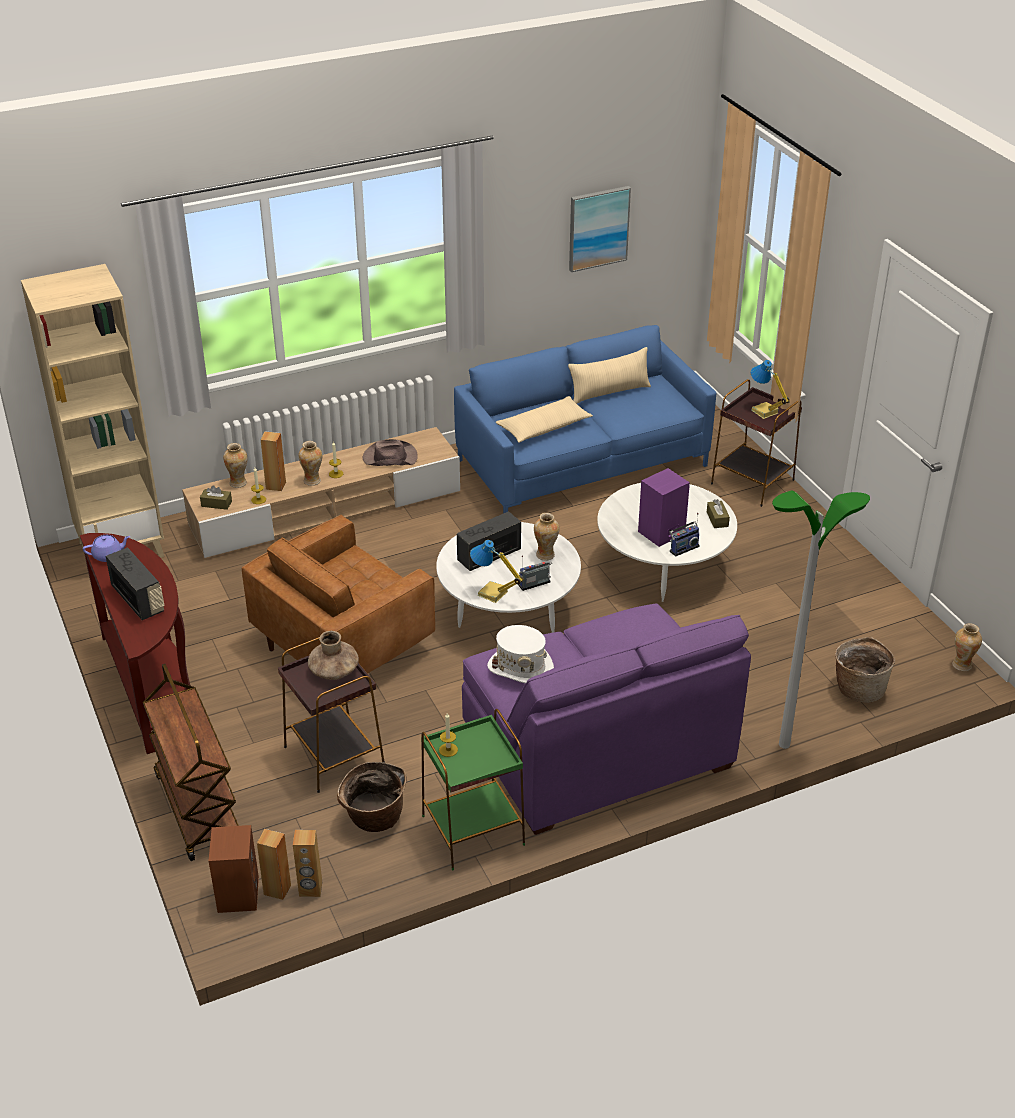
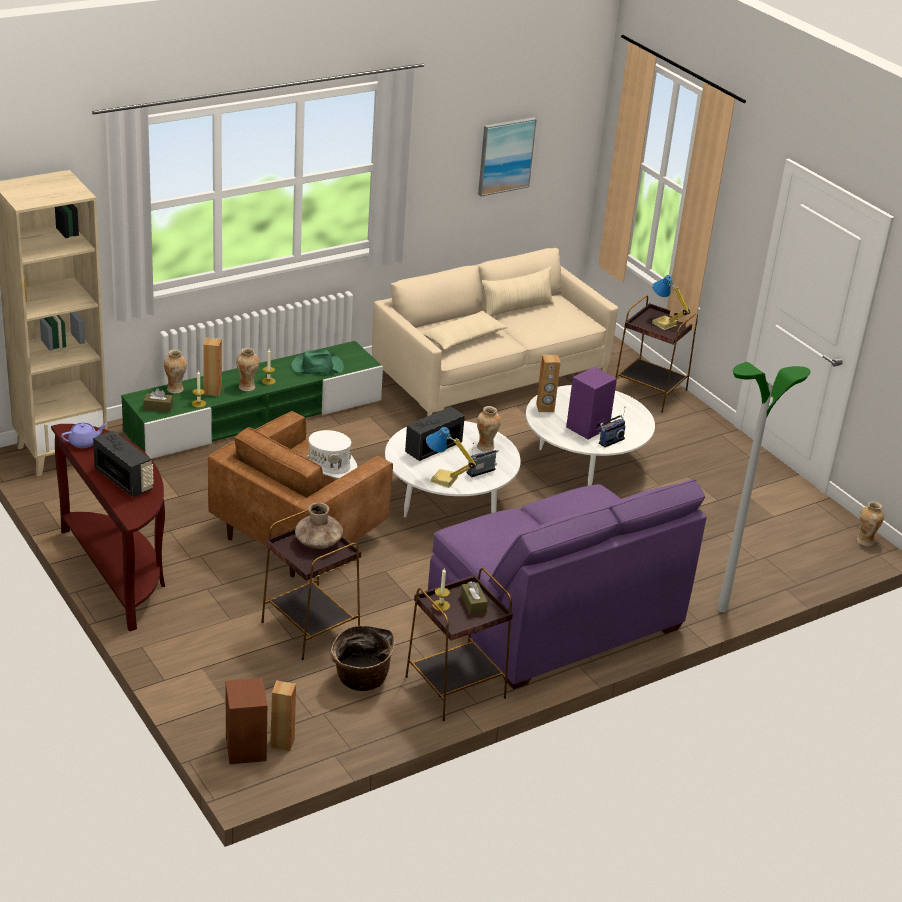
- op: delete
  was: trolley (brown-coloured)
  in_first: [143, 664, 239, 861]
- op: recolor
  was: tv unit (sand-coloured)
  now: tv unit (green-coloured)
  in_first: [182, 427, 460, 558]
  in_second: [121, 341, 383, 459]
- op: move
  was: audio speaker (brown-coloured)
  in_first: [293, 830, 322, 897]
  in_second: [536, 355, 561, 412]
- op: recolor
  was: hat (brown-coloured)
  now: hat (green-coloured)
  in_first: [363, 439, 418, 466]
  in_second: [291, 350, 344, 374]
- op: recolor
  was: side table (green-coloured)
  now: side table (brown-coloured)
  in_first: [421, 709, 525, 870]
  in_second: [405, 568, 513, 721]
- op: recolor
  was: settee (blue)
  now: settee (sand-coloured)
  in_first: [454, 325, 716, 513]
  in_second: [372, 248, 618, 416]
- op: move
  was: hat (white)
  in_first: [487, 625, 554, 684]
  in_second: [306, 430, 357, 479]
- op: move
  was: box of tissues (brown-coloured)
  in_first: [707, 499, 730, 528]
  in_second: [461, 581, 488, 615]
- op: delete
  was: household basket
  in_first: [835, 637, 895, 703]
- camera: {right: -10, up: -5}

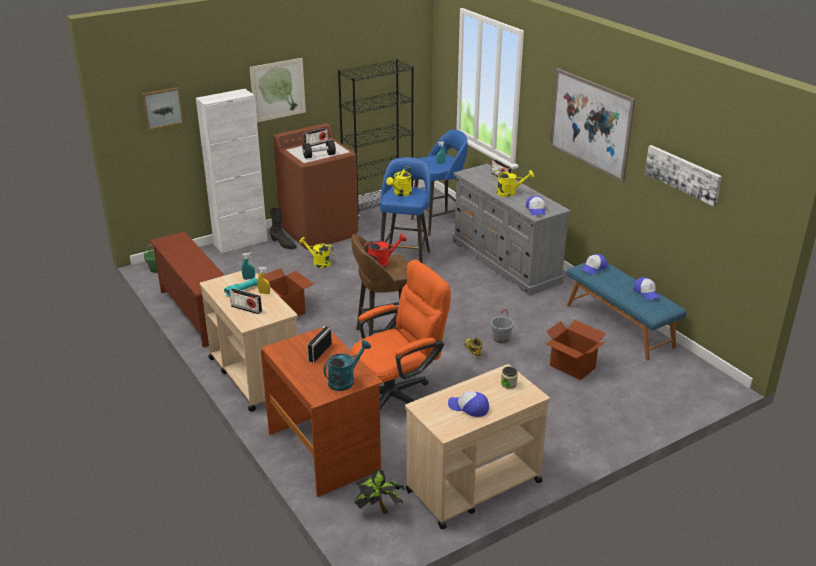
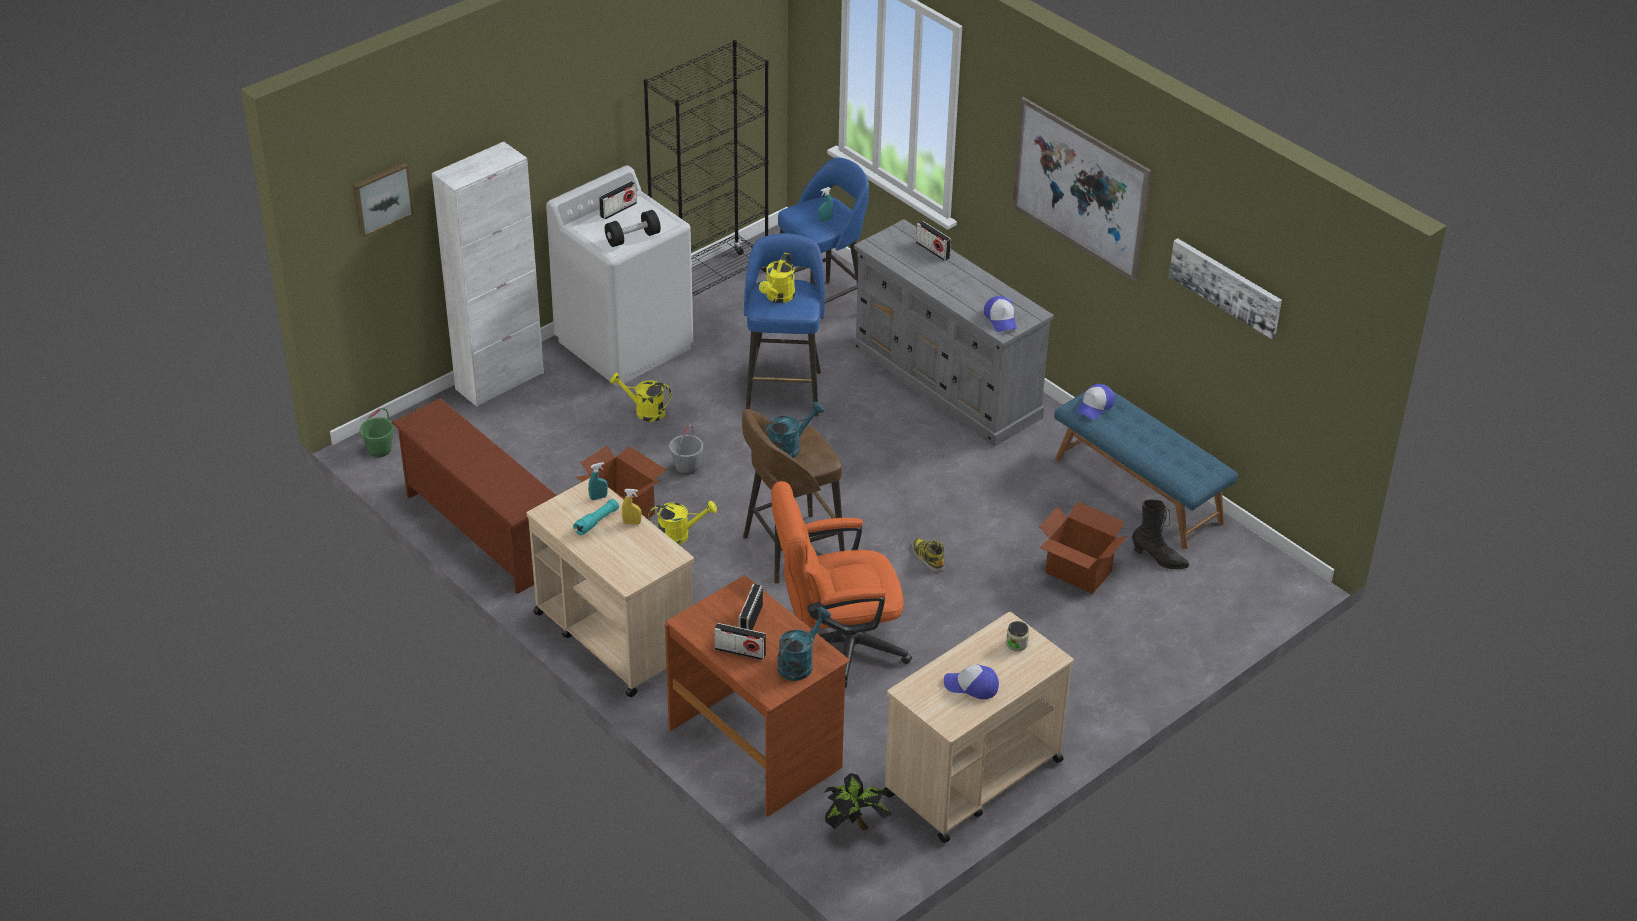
- op: move
  was: radio receiver
  in_first: [230, 288, 262, 314]
  in_second: [714, 623, 766, 660]
- op: delete
  was: picture
  in_first: [250, 58, 306, 122]
- op: move
  was: high-top boot (black)
  in_first: [269, 208, 297, 249]
  in_second: [1132, 500, 1189, 569]
- op: recolor
  was: laundry machine (brown-coloured)
  now: laundry machine (white)
  in_first: [273, 123, 358, 250]
  in_second: [546, 165, 693, 386]
- op: rotate
  was: computer chair (orange-coloured)
  in_first: [352, 260, 451, 410]
  in_second: [771, 481, 912, 688]
  clockwise: -150
- op: recolor
  was: sprinkling can (red)
  now: sprinkling can (turquoise)
  in_first: [363, 234, 407, 269]
  in_second: [763, 402, 824, 458]
- op: move
  was: bucket (grey)
  in_first: [491, 309, 514, 343]
  in_second: [669, 425, 703, 475]
- op: move
  was: sprinkling can (yellowish)
  in_first: [493, 170, 534, 197]
  in_second: [648, 501, 717, 545]
- op: delete
  was: peaked cap
  in_first: [633, 277, 660, 300]
- camera: {right: -10, up: 10}

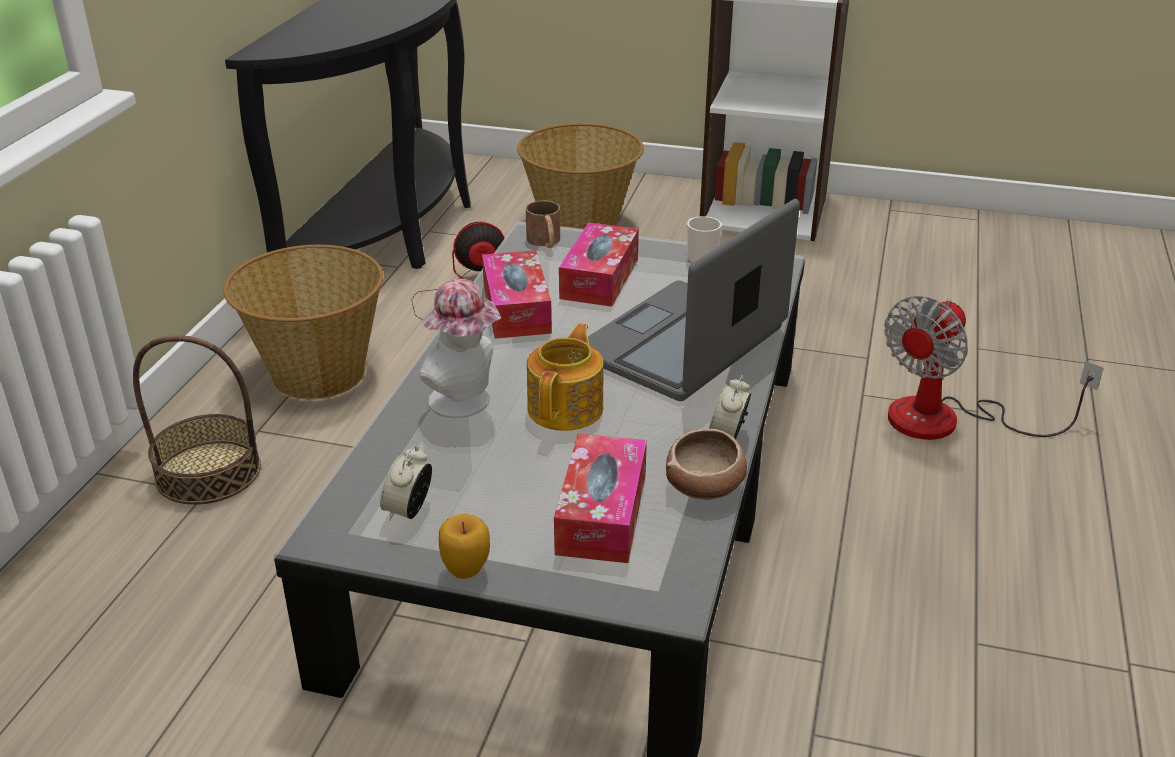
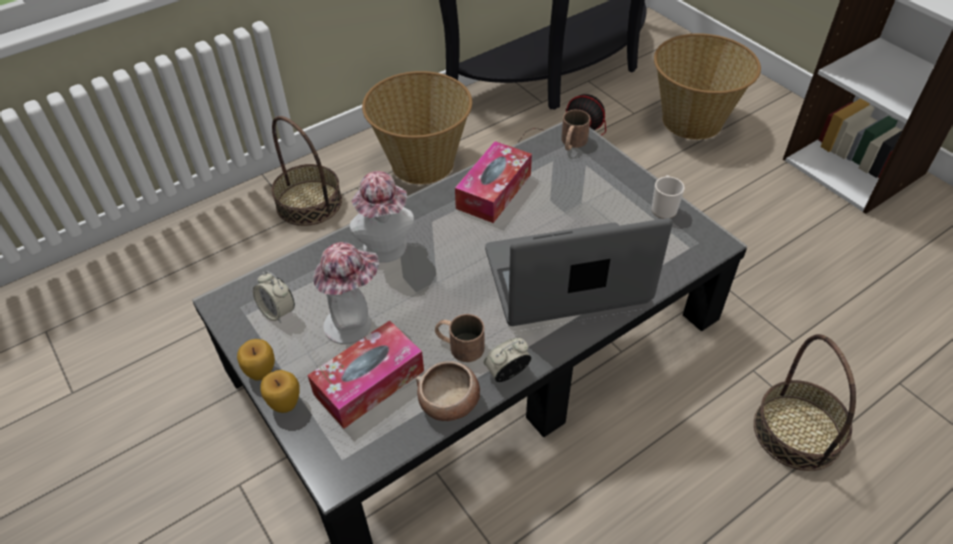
- op: rotate
  was: alarm clock
  in_first: [380, 445, 432, 521]
  in_second: [253, 271, 295, 323]
  clockwise: -105
- op: delete
  was: teapot
  in_first: [527, 323, 604, 431]
- op: delete
  was: box of tissues
  in_first: [559, 222, 639, 307]
- op: replace
  was: electric fan
  now: household basket
  in_first: [884, 296, 1104, 440]
  in_second: [754, 334, 856, 471]
- op: insert
  now: apple
  in_second: [260, 370, 300, 413]
- op: insert
  now: hat
  in_second: [313, 242, 379, 344]
- op: insert
  now: mug (brown-coloured)
  in_second: [435, 314, 485, 362]
- camera: {right: 40, up: 15}

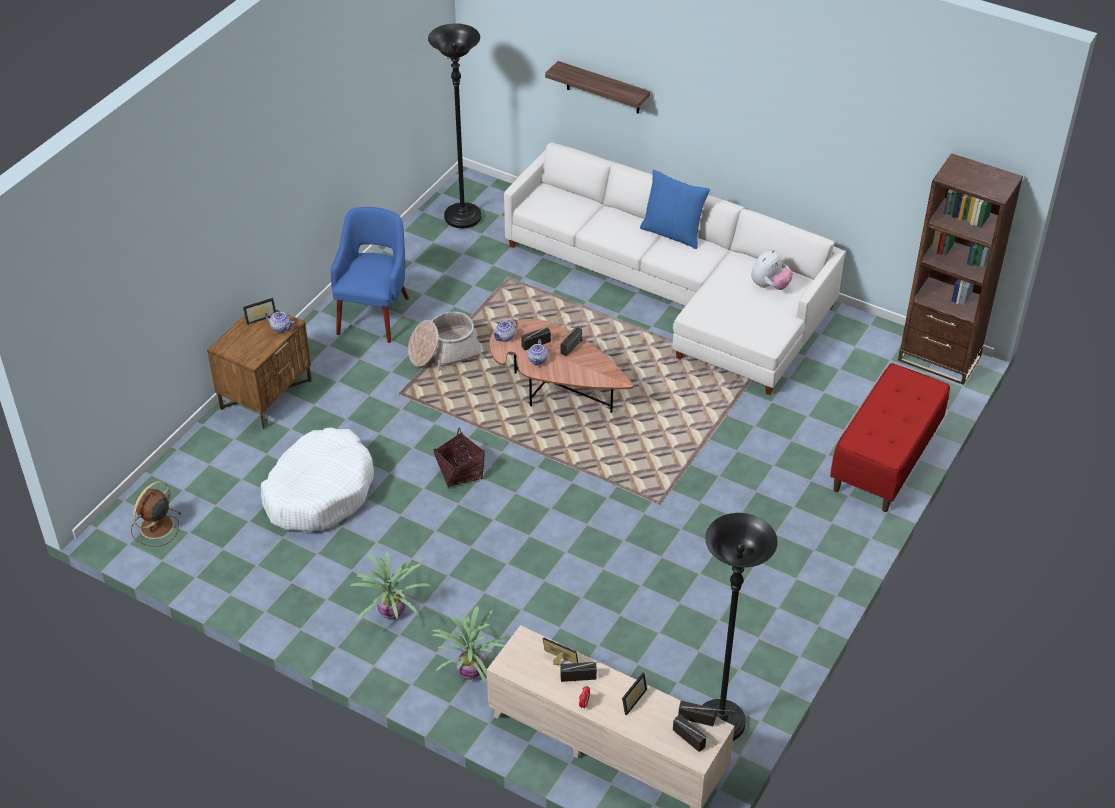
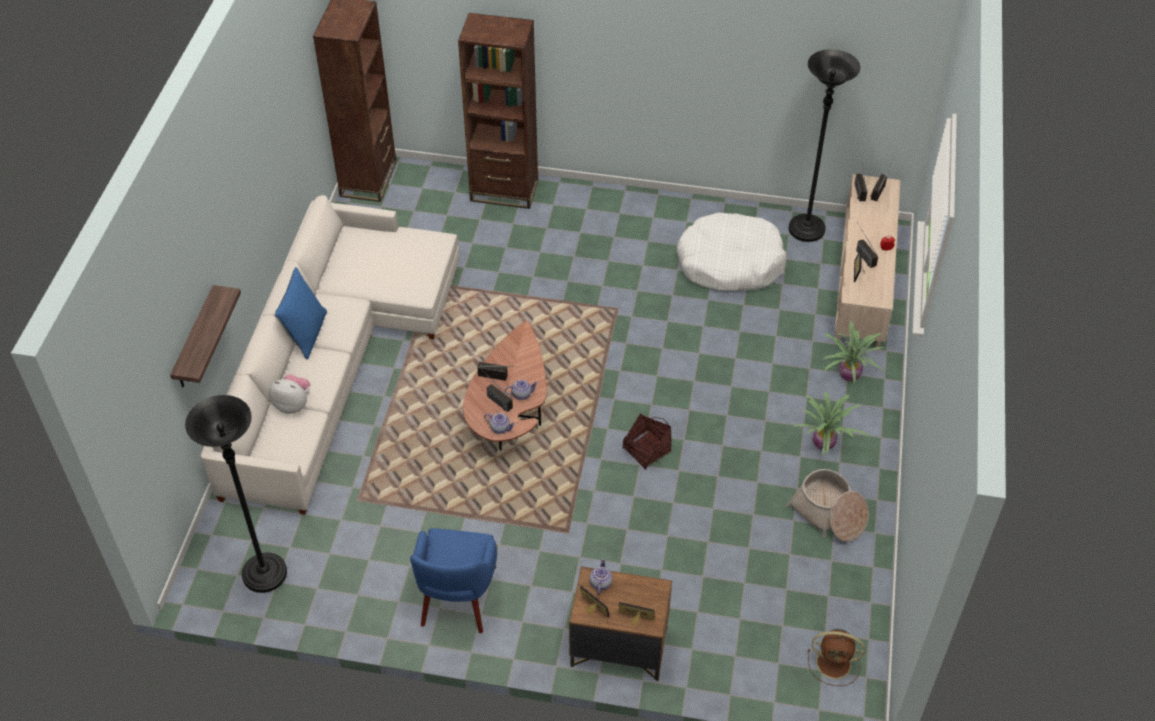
- op: move
  was: dog bed (white)
  in_first: [261, 427, 374, 531]
  in_second: [677, 212, 786, 291]
- op: rotate
  was: armchair (blue)
  in_first: [331, 207, 409, 343]
  in_second: [410, 528, 497, 633]
  clockwise: -75
- op: move
  was: household basket
  in_first: [408, 312, 484, 371]
  in_second: [786, 469, 869, 542]
- op: move
  was: standing frame
  in_first: [622, 673, 647, 715]
  in_second: [619, 602, 654, 625]
- op: move
  was: soft toy
  in_first: [751, 249, 793, 290]
  in_second: [269, 374, 310, 414]
- op: replace
  was: long seat (red)
  now: bookshelf (brown-coloured)
  in_first: [830, 363, 950, 512]
  in_second: [458, 13, 538, 209]
- camera: {right: -110, up: 5}

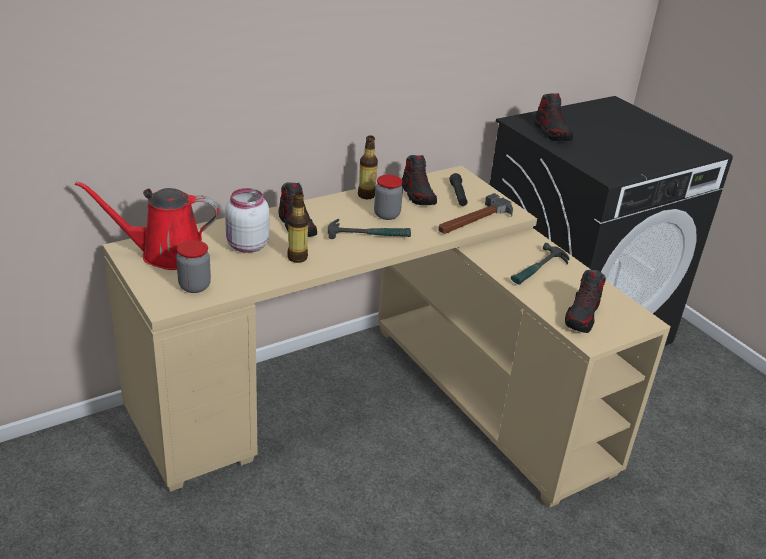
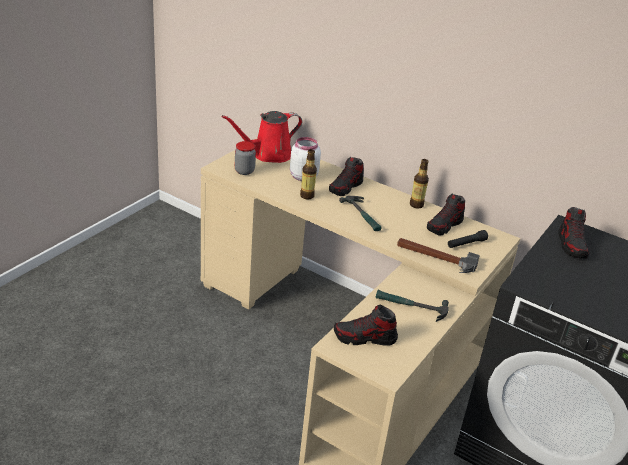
- op: rotate
  was: sprinkling can (red)
  in_first: [75, 181, 219, 270]
  in_second: [221, 111, 302, 163]
  clockwise: -90
- op: delete
  was: storage jar
  in_first: [374, 175, 403, 220]
- op: rotate
  was: low shoe
  in_first: [534, 93, 573, 141]
  in_second: [558, 207, 589, 259]
  clockwise: -45
- camera: {right: 65, up: 0}

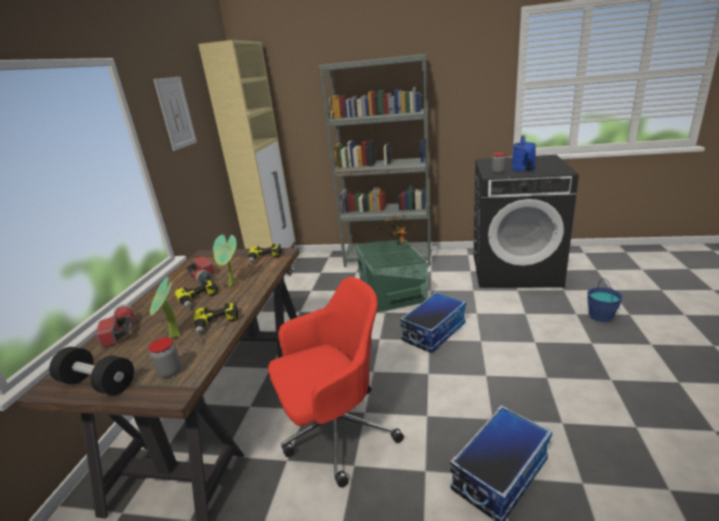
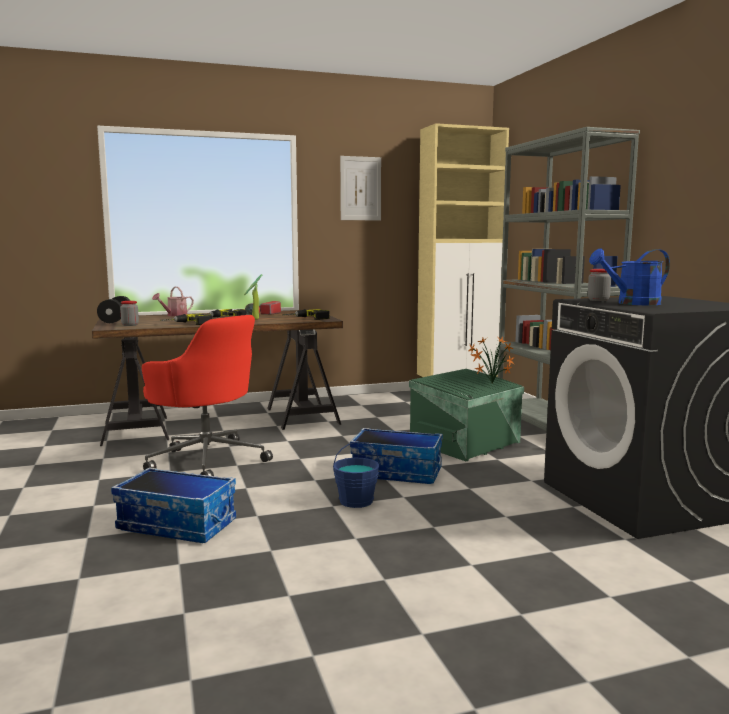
- op: replace
  was: flashlight
  now: sprinkling can
  in_first: [95, 305, 134, 347]
  in_second: [152, 287, 194, 317]
- op: delete
  was: plant in a pot
  in_first: [150, 277, 180, 338]
- op: move
  was: bucket (blue)
  in_first: [587, 278, 623, 322]
  in_second: [333, 442, 380, 508]
- camera: {right: 60, up: -15}

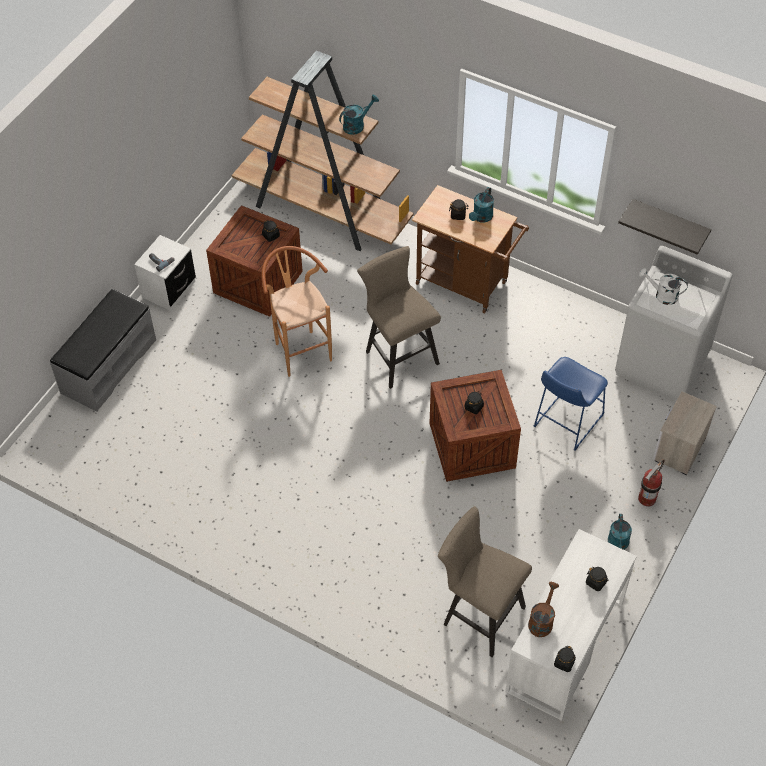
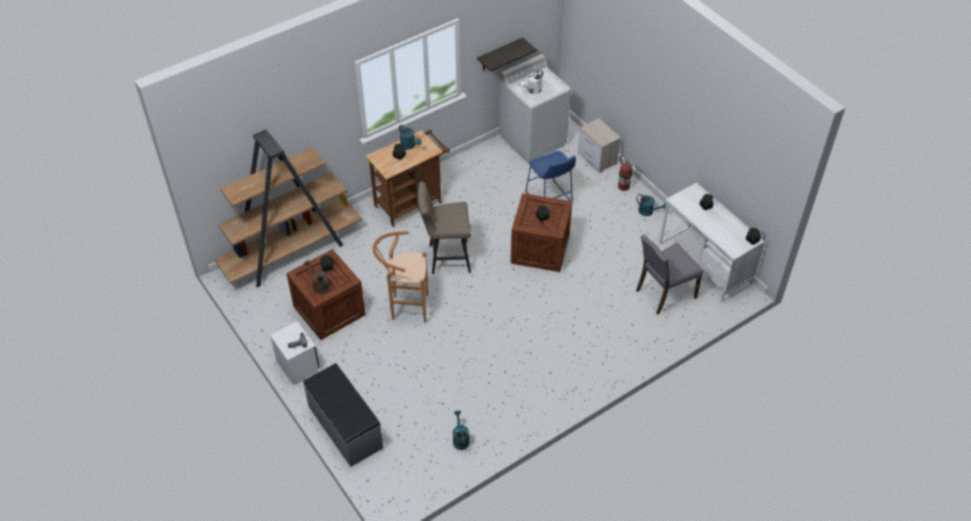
- op: move
  was: sprinkling can (turquoise)
  in_first: [339, 95, 379, 135]
  in_second: [453, 410, 470, 450]
- op: replace
  was: sitting stool (sand-coloured)
  now: upright chair (grey)
  in_first: [438, 506, 532, 657]
  in_second: [636, 234, 704, 315]
- op: move
  was: sprinkling can (brown-coloured)
  in_first: [528, 582, 559, 637]
  in_second: [303, 260, 330, 294]
- camera: {right: -65, up: -5}

